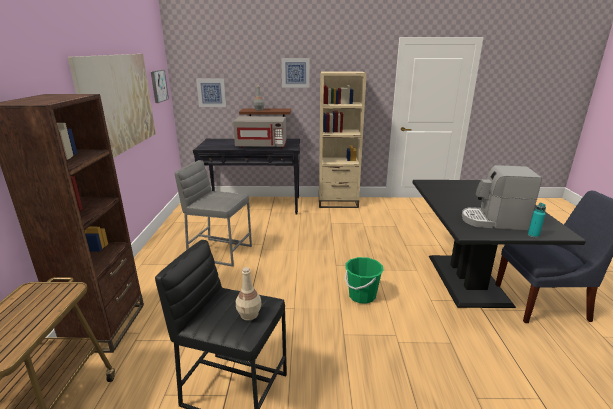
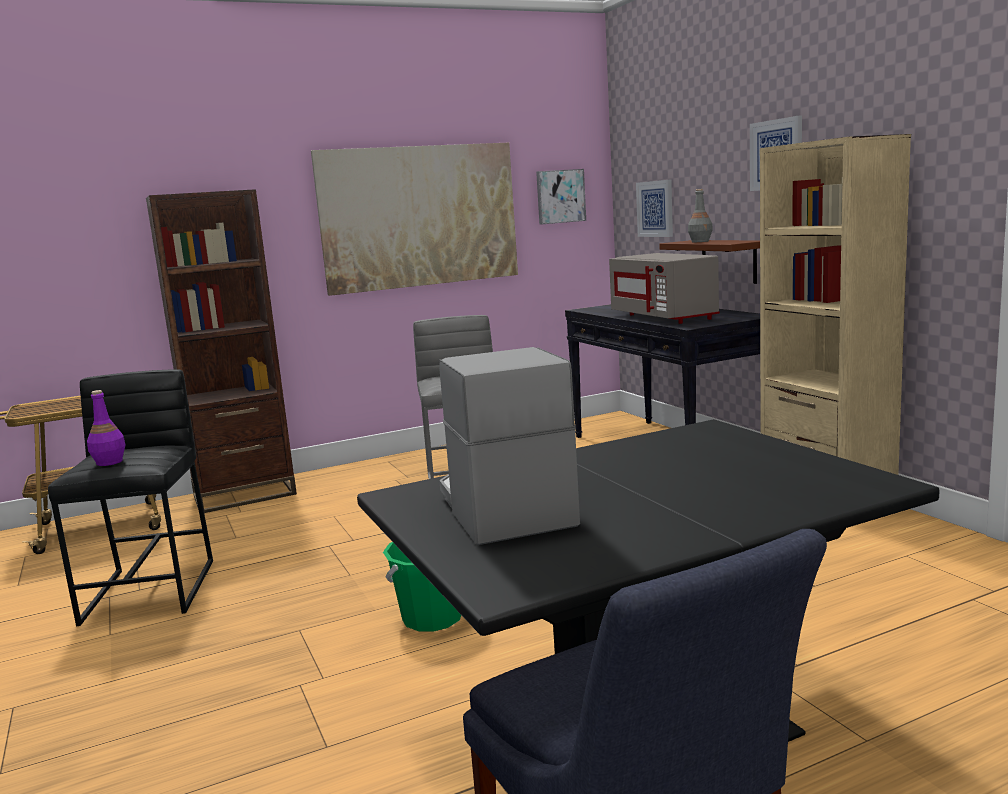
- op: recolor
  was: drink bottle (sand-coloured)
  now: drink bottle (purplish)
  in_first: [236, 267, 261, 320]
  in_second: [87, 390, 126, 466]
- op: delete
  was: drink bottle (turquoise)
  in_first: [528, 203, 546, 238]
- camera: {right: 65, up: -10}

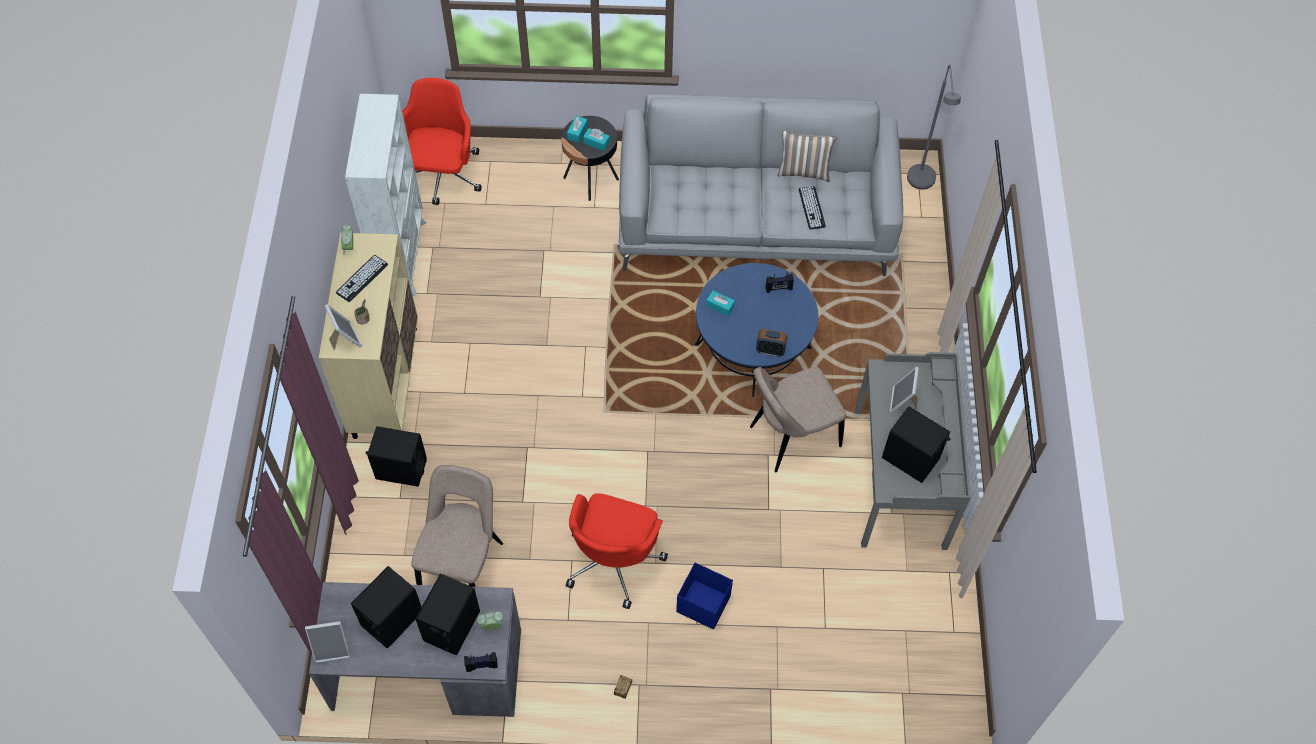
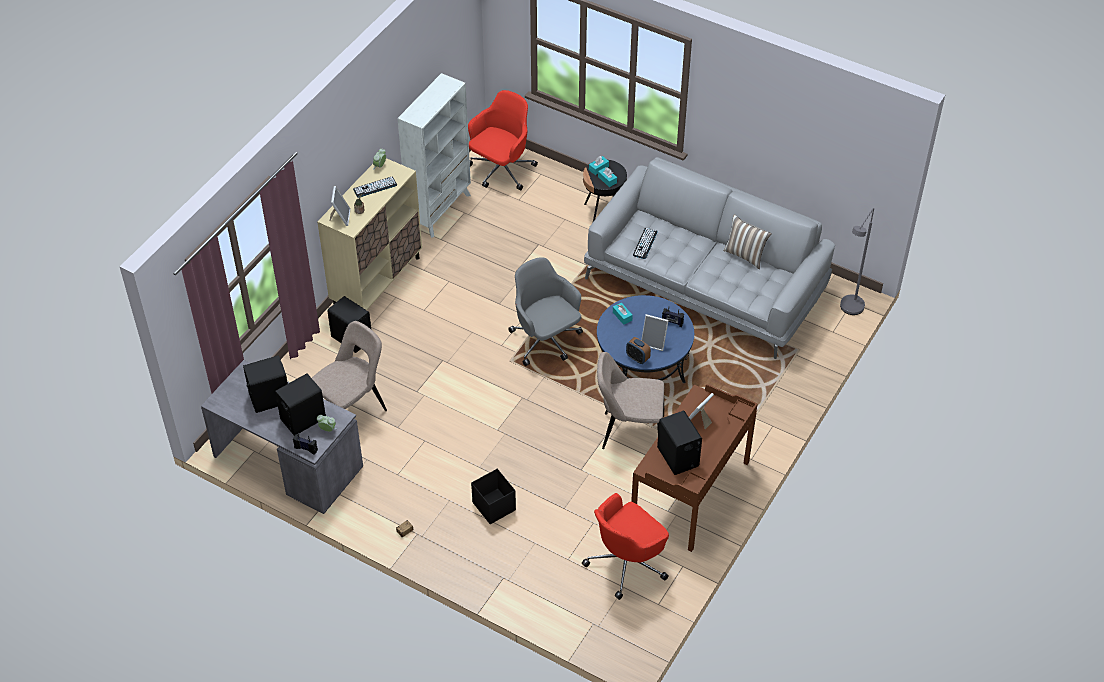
- op: move
  was: standing frame
  in_first: [305, 621, 350, 663]
  in_second: [641, 314, 669, 351]
- op: move
  was: computer chair (red)
  in_first: [566, 493, 668, 609]
  in_second: [582, 493, 669, 600]
- op: recolor
  was: storage bin (blue)
  now: storage bin (black)
  in_first: [676, 562, 733, 630]
  in_second: [471, 469, 516, 524]
- op: move
  was: PC keyboard
  in_first: [799, 186, 826, 229]
  in_second: [633, 228, 658, 259]
- op: recolor
  was: desk table (grey)
  now: desk table (brown-coloured)
  in_first: [855, 352, 971, 550]
  in_second: [631, 384, 758, 552]
- op: insert
  now: computer chair (grey)
  in_second: [508, 257, 583, 366]
- camera: {right: 30, up: -10}

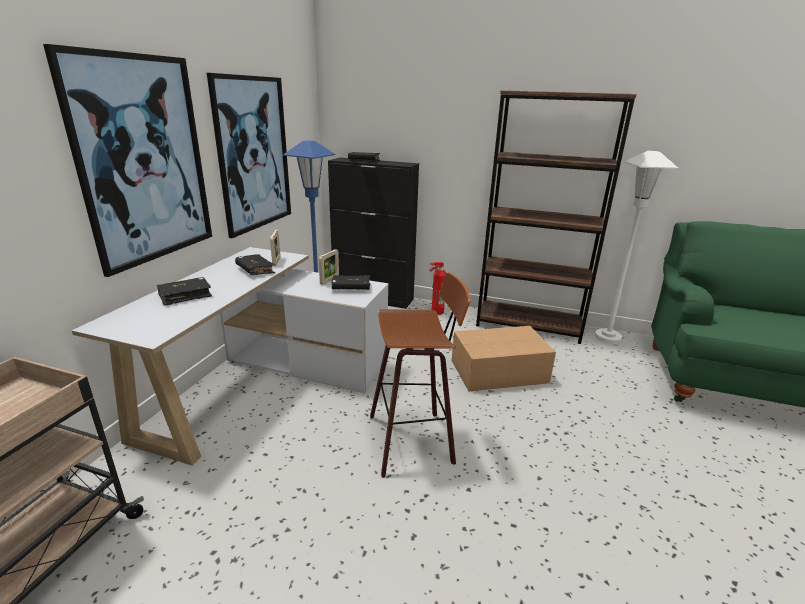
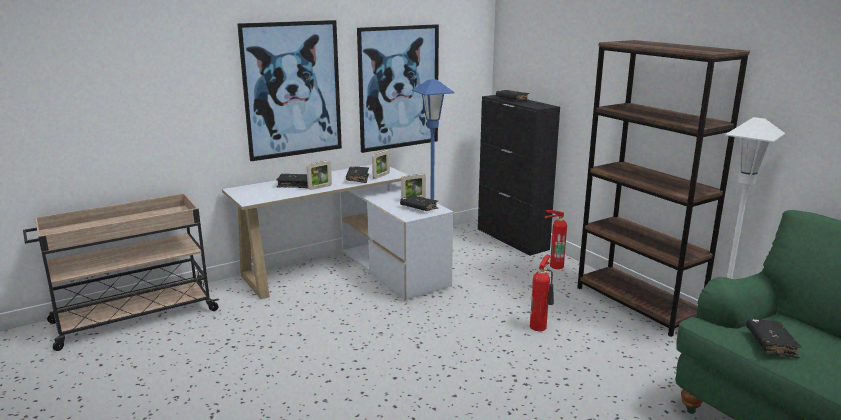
- op: delete
  was: sitting stool
  in_first: [370, 273, 470, 478]
- op: replace
  was: carton
  now: fire extinguisher
  in_first: [452, 326, 556, 391]
  in_second: [530, 254, 554, 331]
- op: insert
  now: standing frame
  in_second: [307, 161, 332, 190]
- op: insert
  now: bound book (black)
  in_second: [746, 319, 802, 358]
- camera: {right: 40, up: -5}

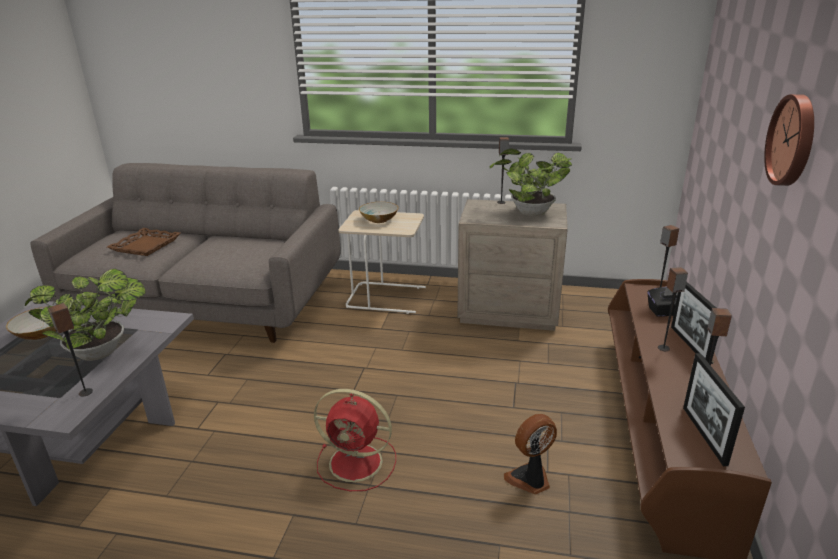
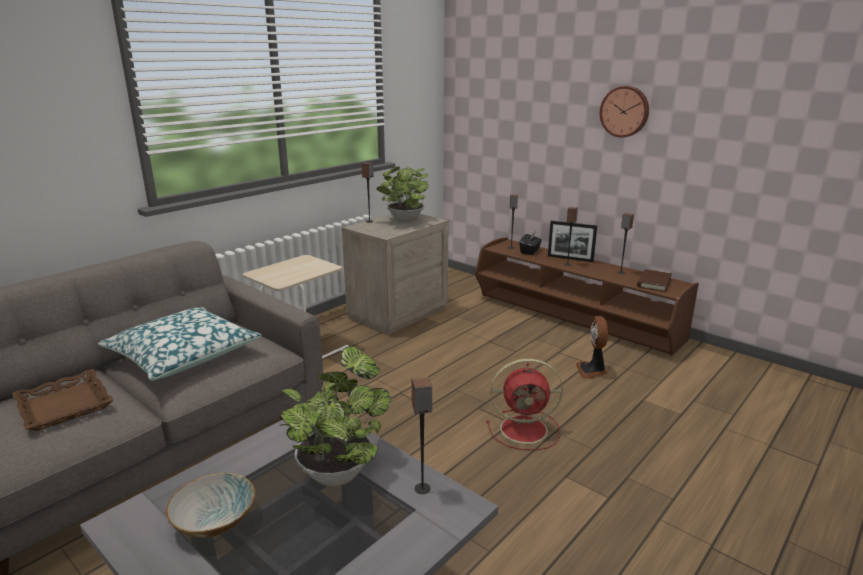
- op: rotate
  was: electric fan (red)
  in_first: [314, 389, 396, 491]
  in_second: [487, 359, 563, 450]
  clockwise: 45
- op: delete
  was: bowl
  in_first: [359, 202, 399, 223]
- op: replace
  was: standing frame
  now: bound book (brown-coloured)
  in_first: [683, 353, 745, 466]
  in_second: [637, 269, 672, 292]
- op: insert
  now: pillow
  in_second: [98, 307, 262, 381]
- camera: {right: -60, up: -5}

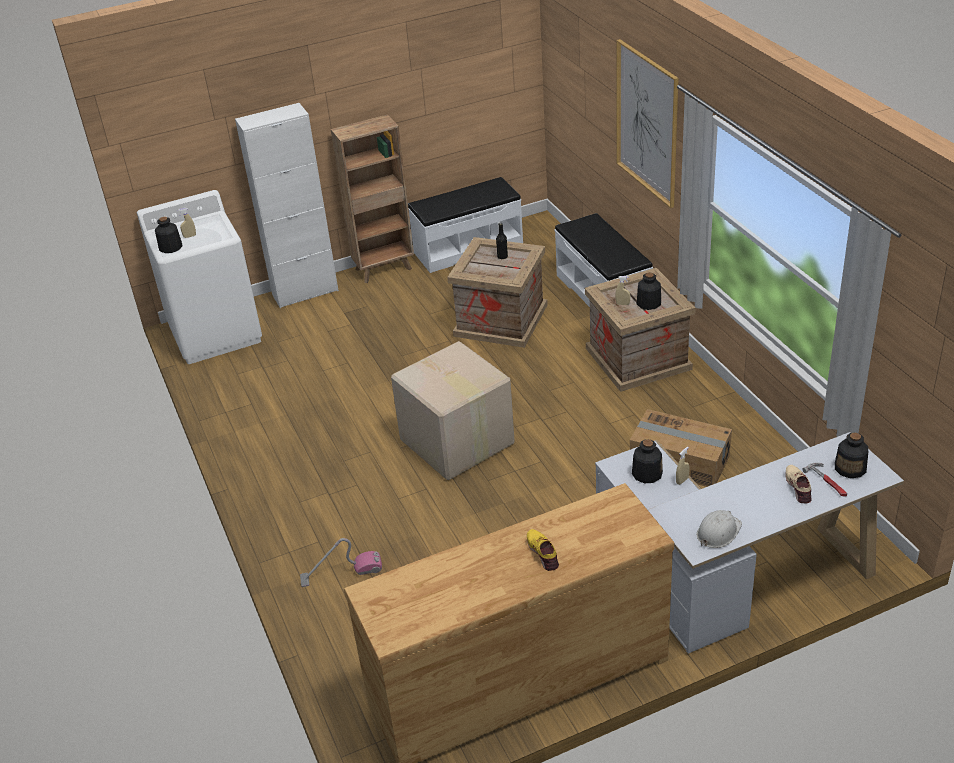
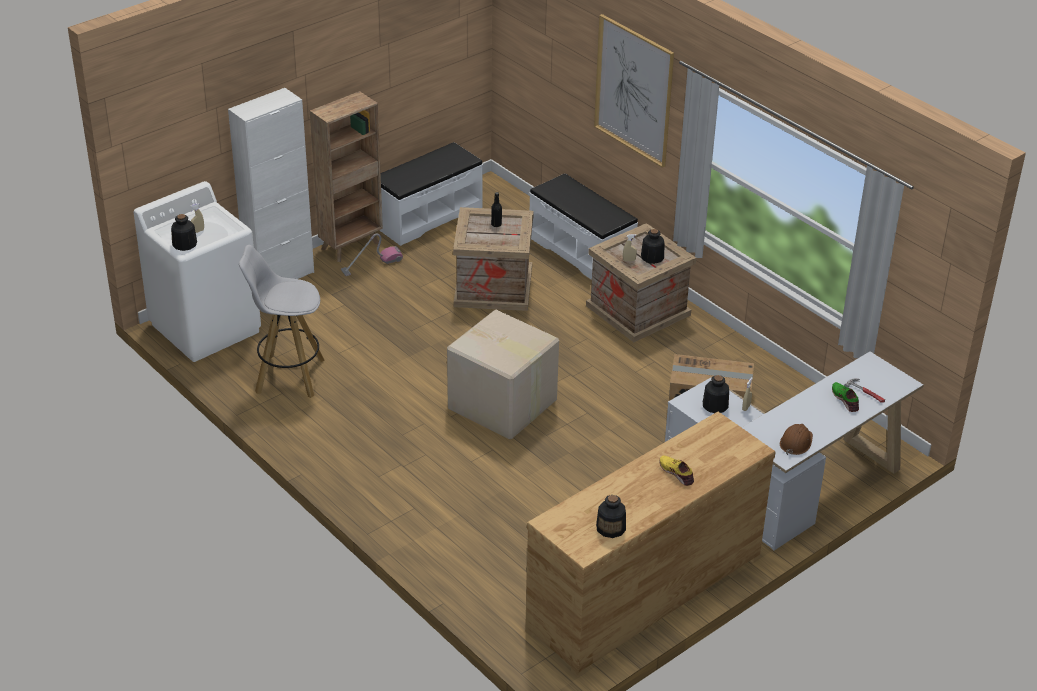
- op: move
  was: vacuum cleaner
  in_first: [300, 538, 382, 587]
  in_second: [341, 233, 403, 276]
- op: recolor
  was: work helmet (white)
  now: work helmet (brown-coloured)
  in_first: [697, 510, 742, 548]
  in_second: [780, 424, 813, 455]
- op: recolor
  was: low shoe (sand-coloured)
  now: low shoe (green-coloured)
  in_first: [785, 465, 812, 504]
  in_second: [832, 382, 859, 412]
- op: move
  was: drink bottle
  in_first: [835, 432, 868, 479]
  in_second: [596, 495, 626, 538]
- op: insert
  now: sitting stool (white)
  in_second: [239, 245, 325, 398]
- camera: {right: -20, up: 0}

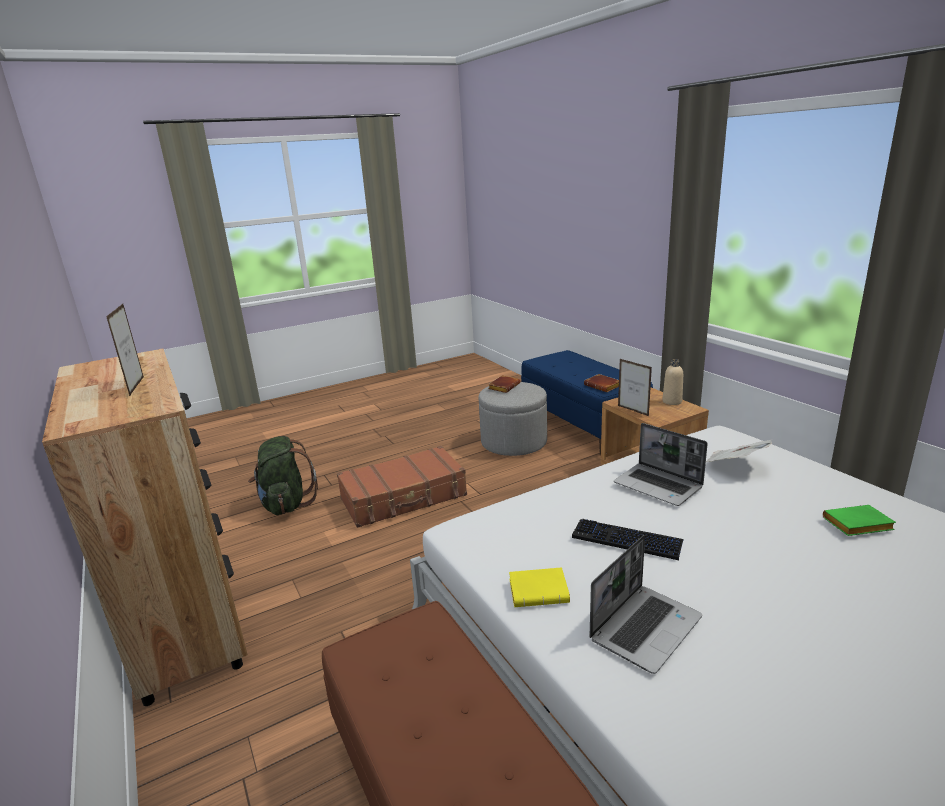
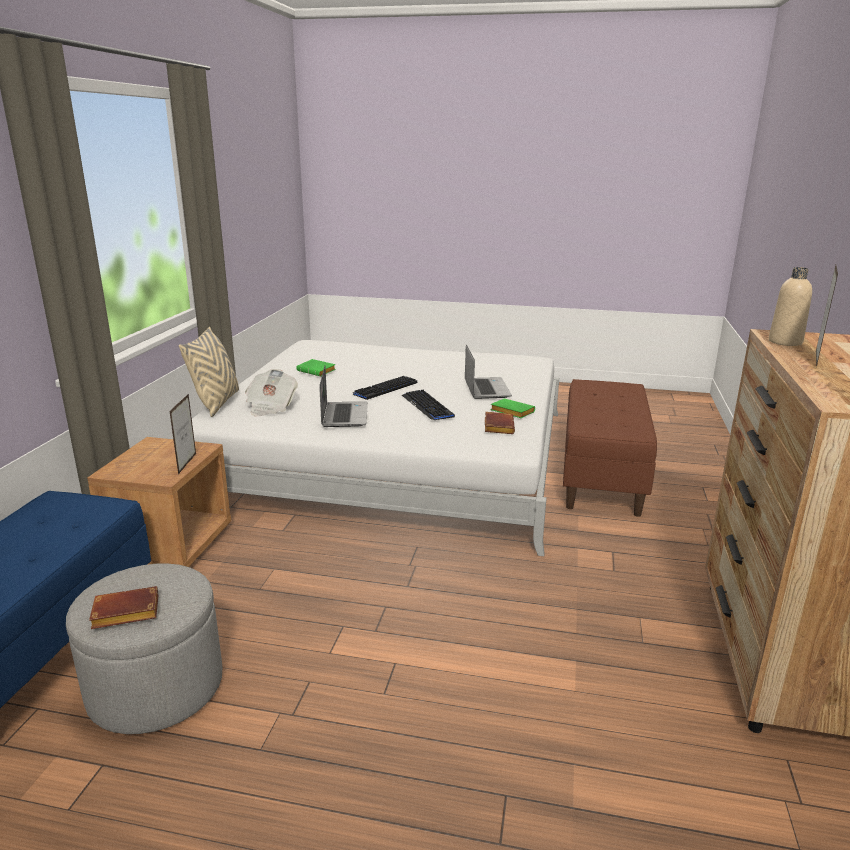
- op: delete
  was: knapsack (green-coloured)
  in_first: [248, 436, 318, 515]
- op: delete
  was: piece of luggage (brown-coloured)
  in_first: [337, 446, 467, 528]
- op: recolor
  was: bound book (yellowish)
  now: bound book (green-coloured)
  in_first: [509, 567, 570, 607]
  in_second: [490, 398, 535, 418]
- op: move
  was: bound book (brown-coloured)
  in_first: [584, 374, 619, 392]
  in_second: [485, 412, 515, 434]
- op: rotate
  was: notebook computer
  in_first: [589, 535, 702, 674]
  in_second: [465, 344, 512, 399]
  clockwise: 90
- op: move
  was: drink bottle (sand-coloured)
  in_first: [662, 359, 683, 405]
  in_second: [769, 267, 812, 346]
- op: insert
  now: pillow (sand-coloured)
  in_second: [179, 327, 239, 417]
- op: insert
  now: PC keyboard
  in_second: [353, 376, 417, 400]
- camera: {right: -140, up: 0}

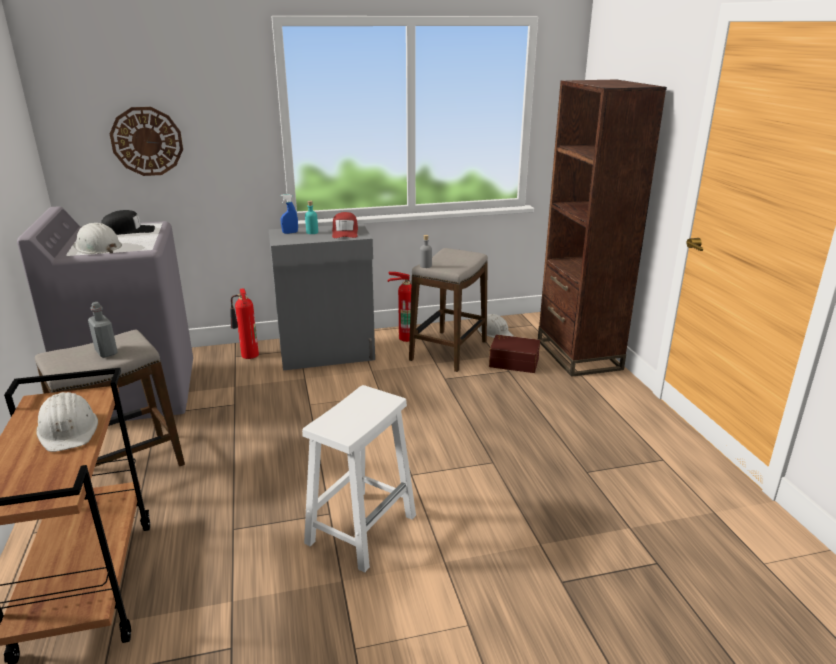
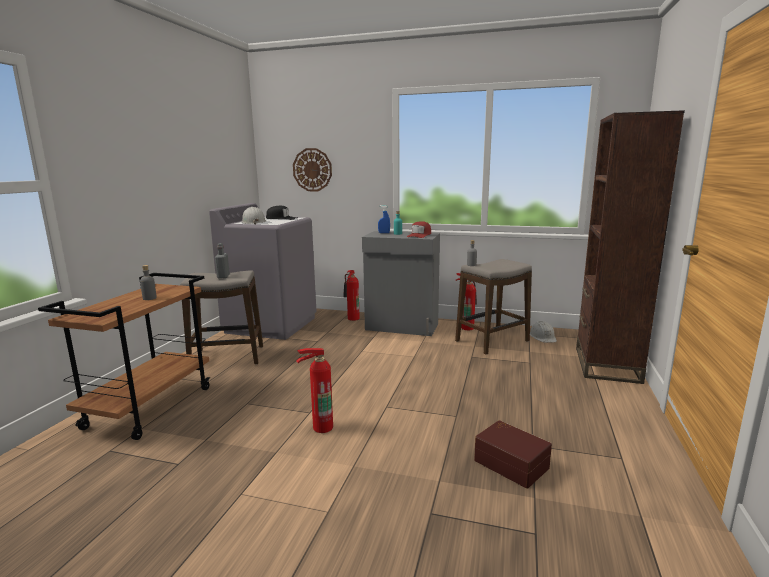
- op: replace
  was: work helmet (white)
  now: drink bottle (grey)
  in_first: [36, 392, 98, 452]
  in_second: [140, 265, 157, 300]
- op: replace
  was: sitting stool (white)
  now: fire extinguisher
  in_first: [302, 385, 416, 573]
  in_second: [296, 348, 333, 433]
- op: move
  was: storage bin (brown-coloured)
  in_first: [489, 335, 540, 373]
  in_second: [474, 420, 552, 489]
- camera: {right: 30, up: -10}

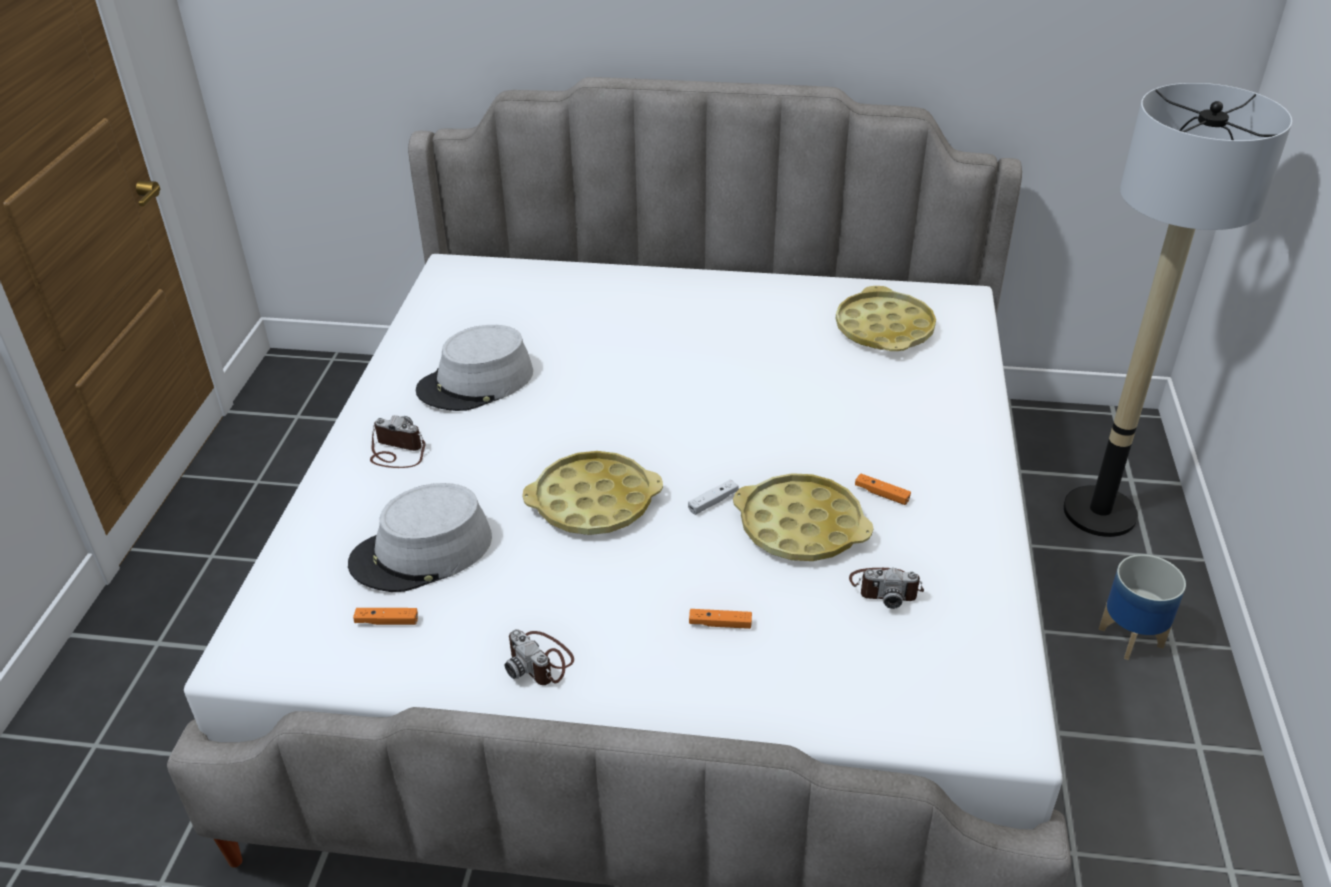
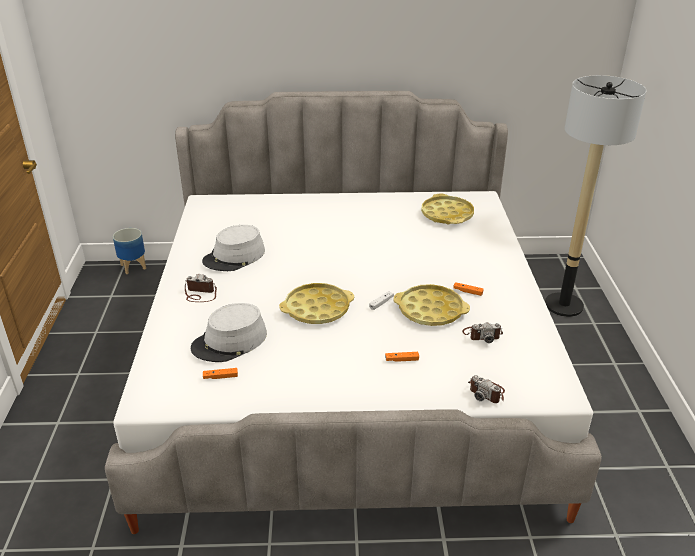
- op: move
  was: still camera
  in_first: [505, 629, 574, 685]
  in_second: [468, 375, 505, 403]
- op: move
  was: plant pot
  in_first: [1098, 554, 1186, 660]
  in_second: [113, 228, 146, 274]
- camera: {right: -10, up: -5}

